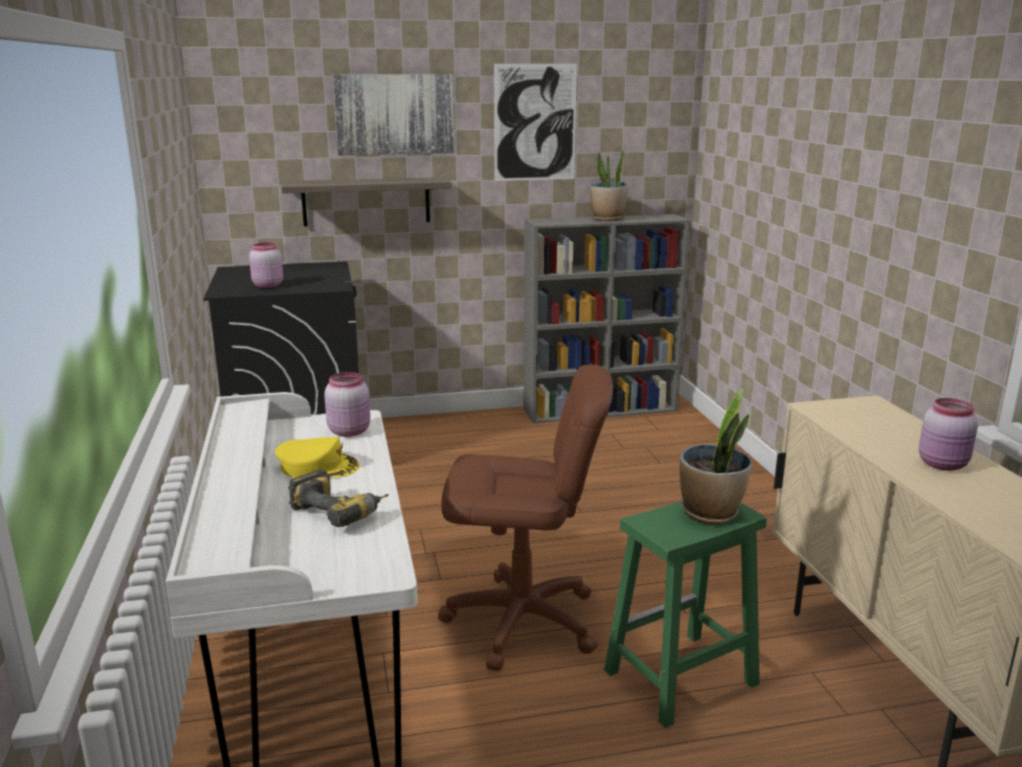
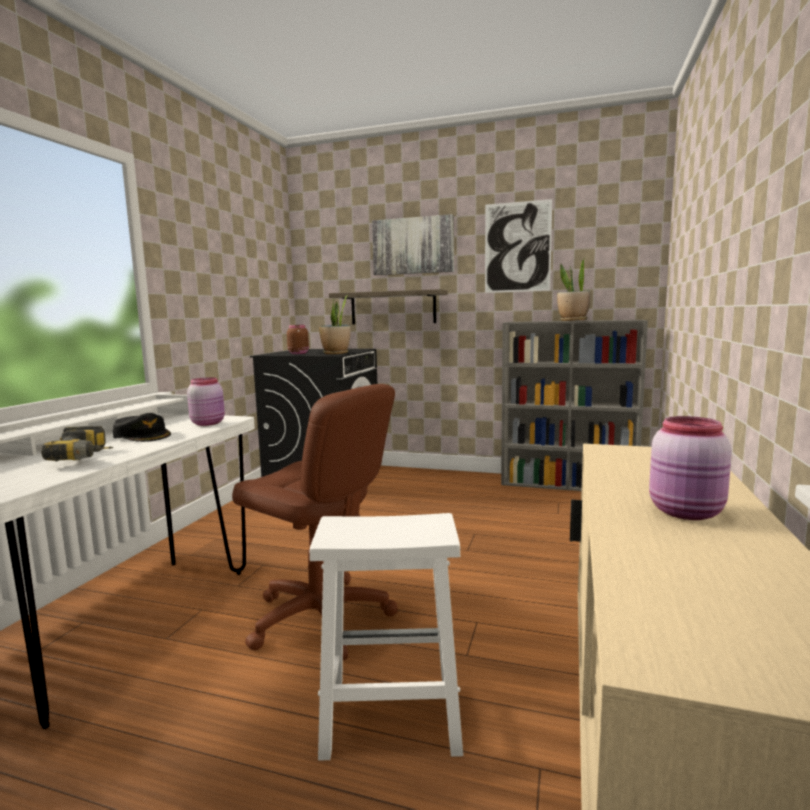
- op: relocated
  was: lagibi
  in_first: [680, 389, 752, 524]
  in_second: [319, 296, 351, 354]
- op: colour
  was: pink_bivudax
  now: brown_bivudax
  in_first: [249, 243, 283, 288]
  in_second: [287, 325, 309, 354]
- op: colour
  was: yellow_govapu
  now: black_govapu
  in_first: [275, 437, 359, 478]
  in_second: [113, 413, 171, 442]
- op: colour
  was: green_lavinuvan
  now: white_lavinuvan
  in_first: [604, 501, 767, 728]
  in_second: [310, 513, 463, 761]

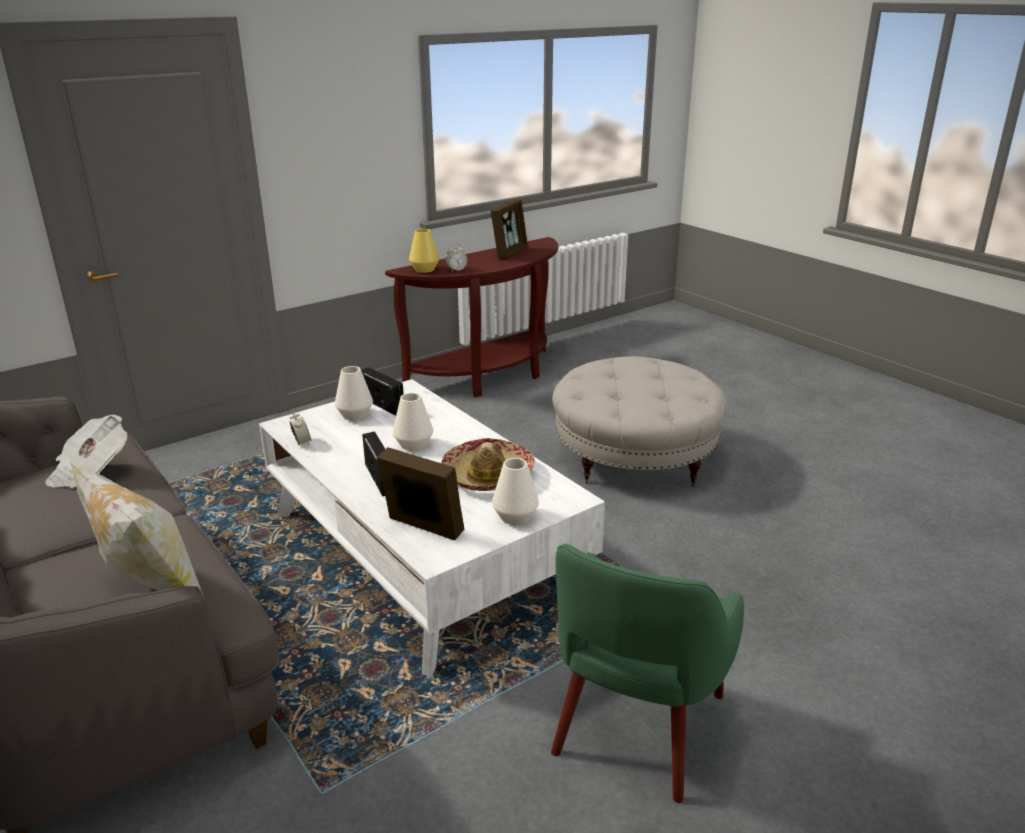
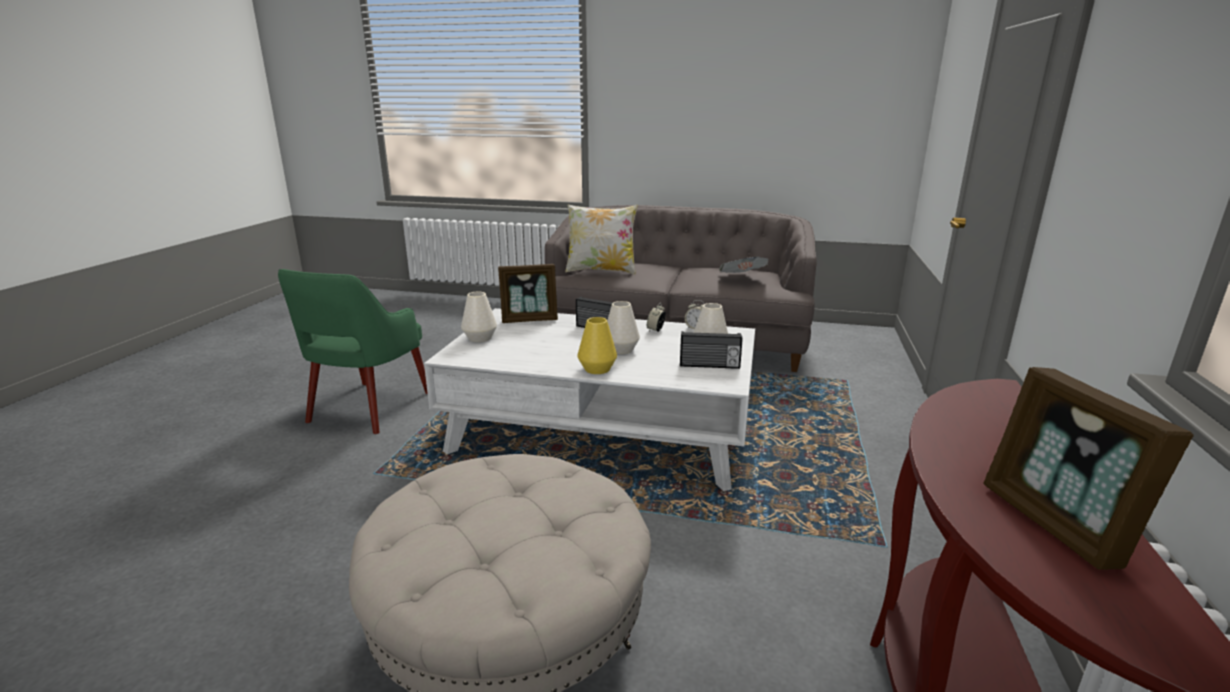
- op: missing
  was: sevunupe
  in_first: [441, 438, 535, 491]
- op: relocated
  was: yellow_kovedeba
  in_first: [409, 229, 439, 273]
  in_second: [577, 317, 617, 374]
- op: relocated
  was: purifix
  in_first: [446, 244, 467, 271]
  in_second: [647, 303, 666, 332]
- op: spun
  was: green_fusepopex
  in_first: [551, 544, 744, 803]
  in_second: [278, 269, 428, 434]
  clockwise: -150

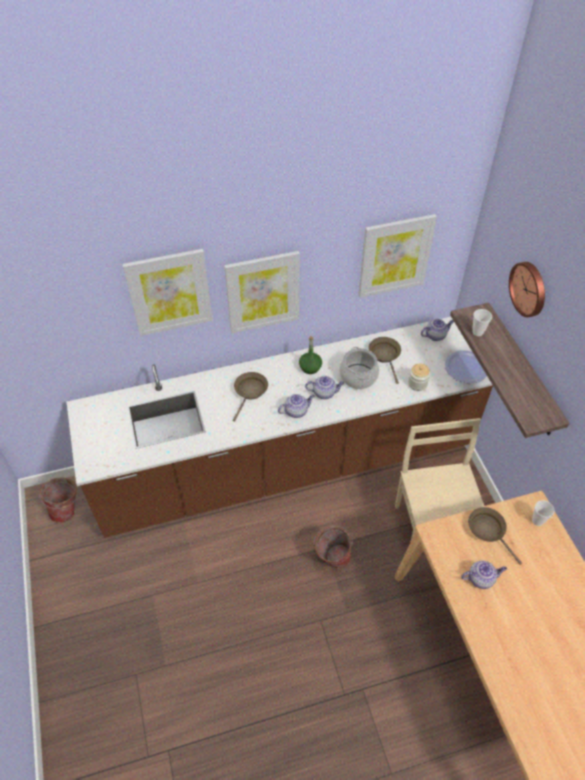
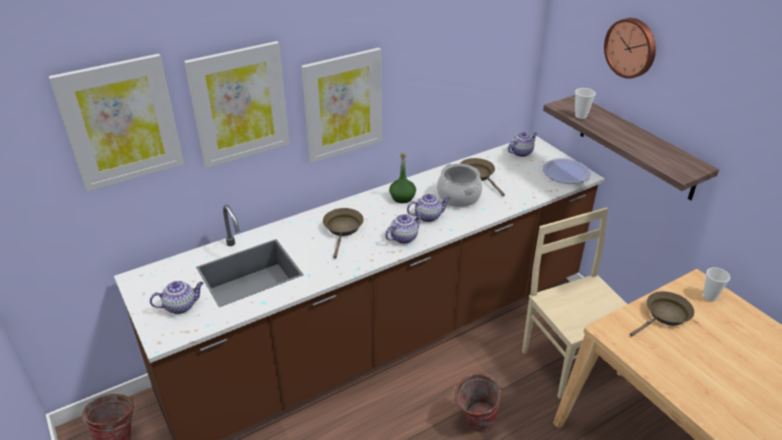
- op: missing
  was: bivudax
  in_first: [408, 364, 430, 391]
- op: relocated
  was: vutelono
  in_first: [359, 214, 437, 298]
  in_second: [49, 54, 184, 191]
- op: relocated
  was: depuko
  in_first: [461, 560, 507, 589]
  in_second: [150, 281, 203, 314]
- op: spun
  was: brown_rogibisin
  in_first: [468, 507, 522, 565]
  in_second: [630, 291, 694, 337]
  clockwise: 105

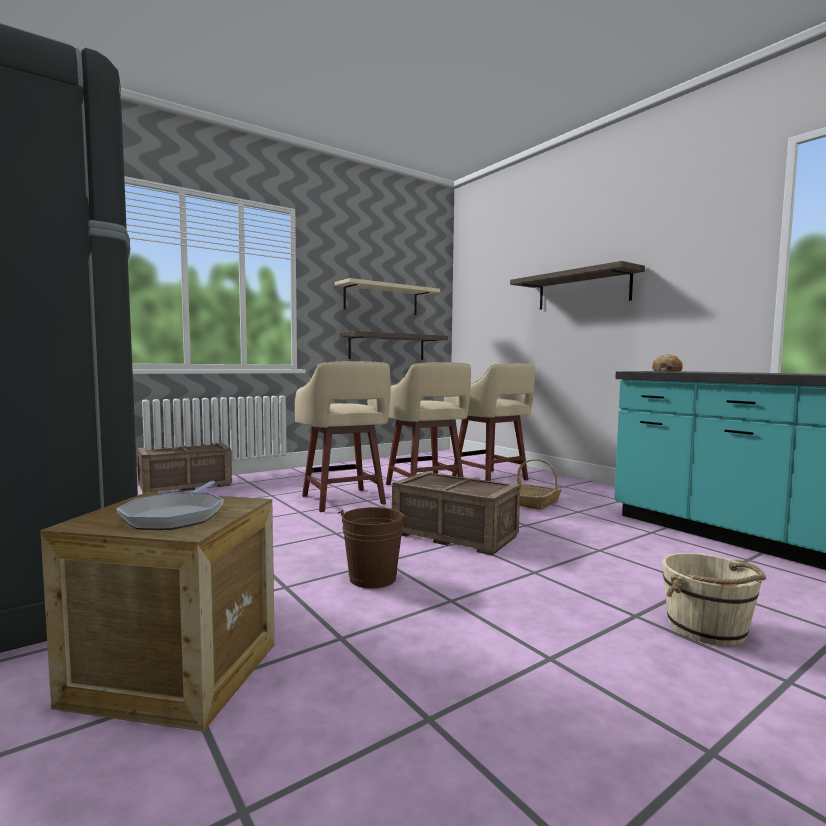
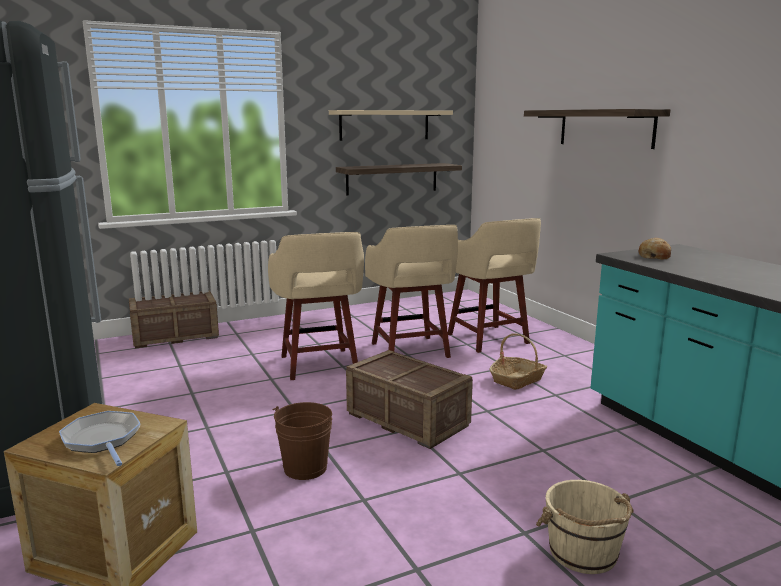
- op: spun
  was: rogibisin
  in_first: [116, 481, 224, 530]
  in_second: [59, 411, 141, 466]
  clockwise: 135

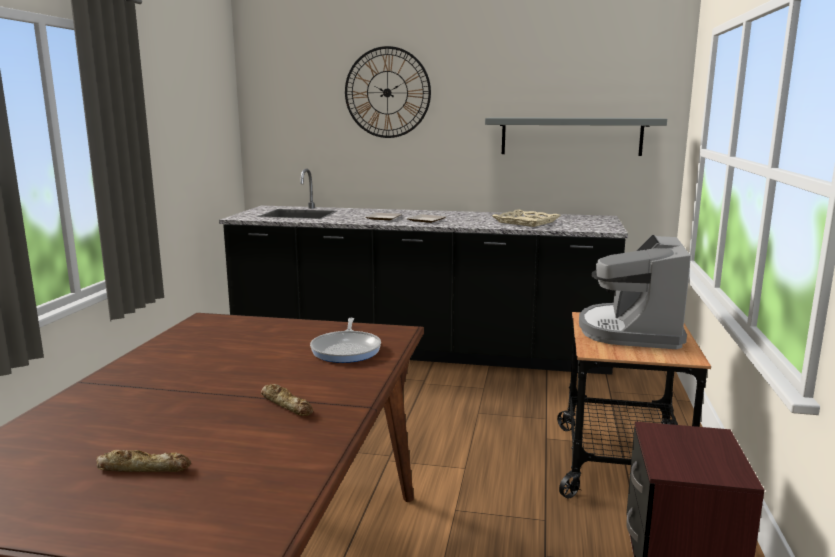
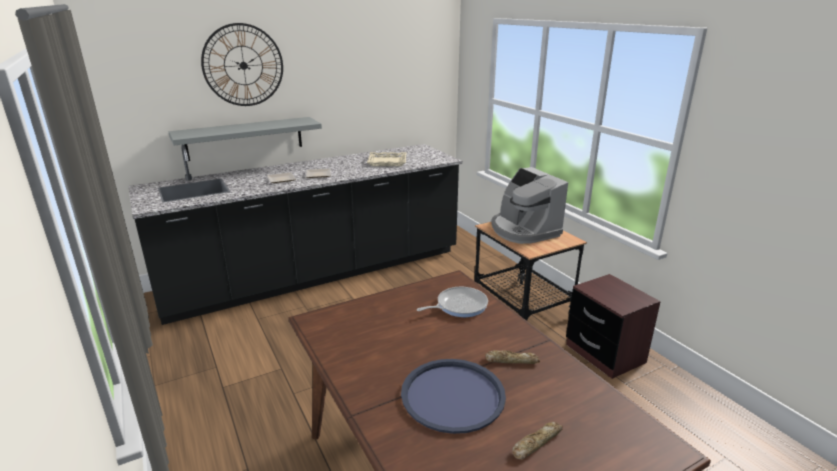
- op: appeared
  now: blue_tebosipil
  in_second: [401, 359, 506, 434]
- op: relocated
  was: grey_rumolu
  in_first: [485, 117, 667, 156]
  in_second: [168, 117, 322, 161]
- op: spun
  was: rogibisin
  in_first: [310, 318, 381, 363]
  in_second: [417, 287, 488, 317]
  clockwise: -75

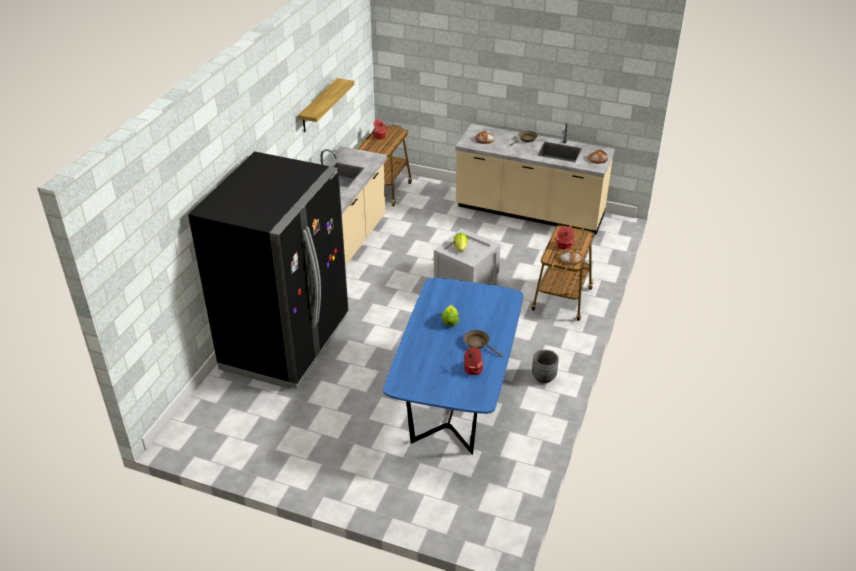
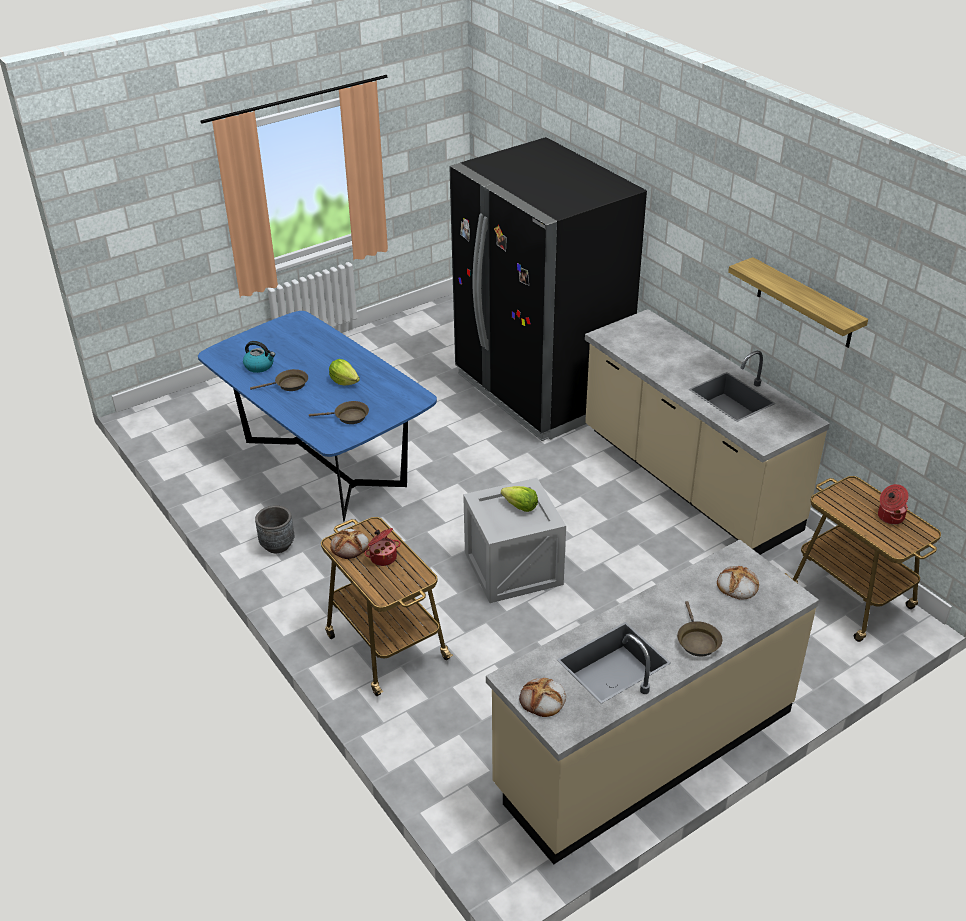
- op: appeared
  now: brown_rogibisin
  in_second: [309, 401, 369, 424]
- op: exchanged
  was: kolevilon
  now: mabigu
  in_first: [464, 347, 484, 375]
  in_second: [243, 341, 275, 373]

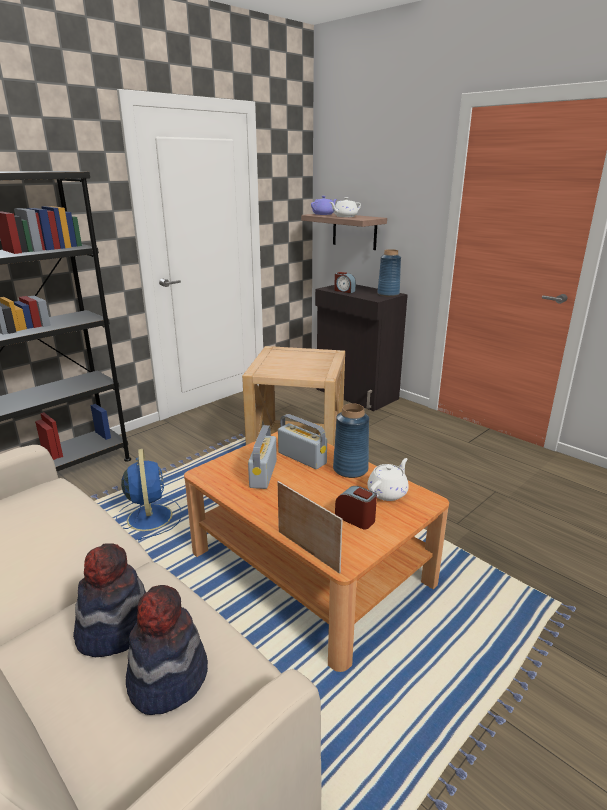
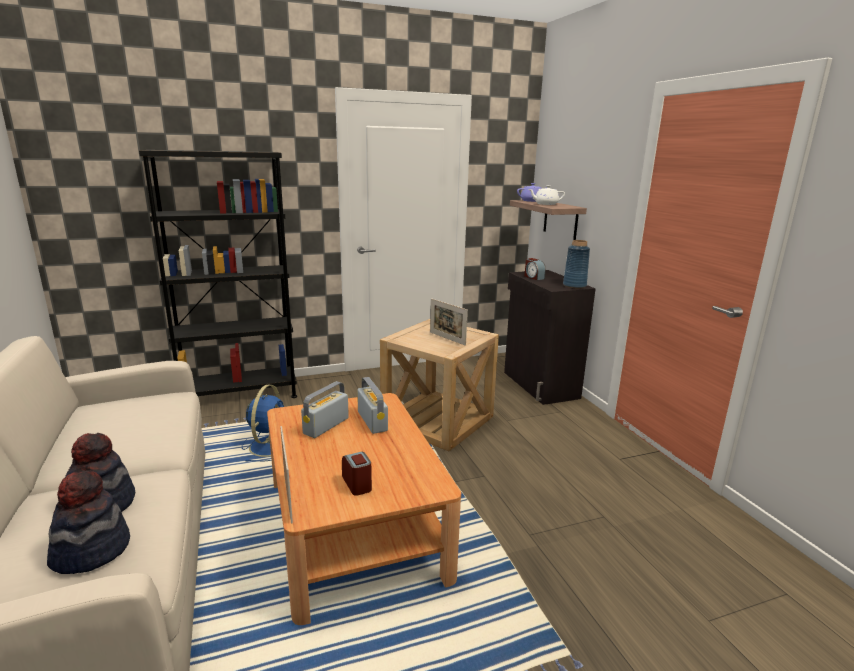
- op: missing
  was: blue_kovedeba
  in_first: [333, 403, 369, 478]
- op: missing
  was: white_depuko
  in_first: [367, 458, 409, 501]
- op: appeared
  now: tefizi
  in_second: [430, 298, 468, 346]

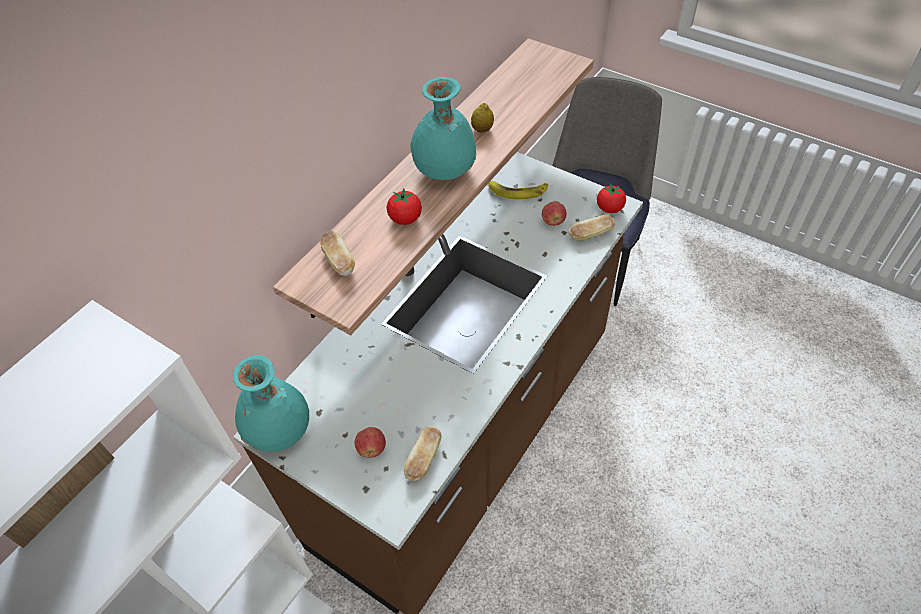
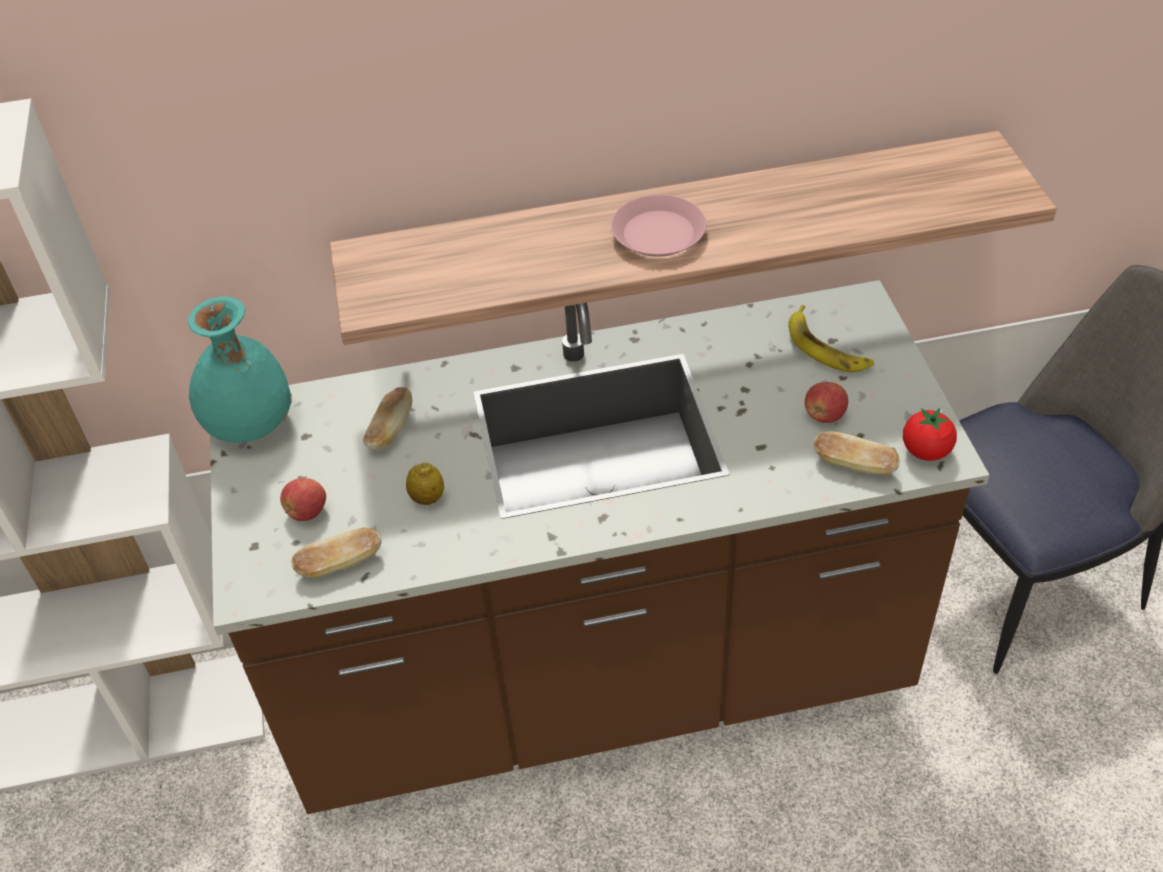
- op: missing
  was: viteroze
  in_first: [387, 189, 422, 225]
- op: relocated
  was: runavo
  in_first: [320, 231, 355, 276]
  in_second: [363, 387, 412, 450]
- op: relocated
  was: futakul
  in_first: [471, 103, 494, 133]
  in_second: [406, 463, 444, 505]
- op: exchanged
  was: turquoise_kovedeba
  now: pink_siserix
  in_first: [411, 77, 476, 180]
  in_second: [611, 195, 706, 257]

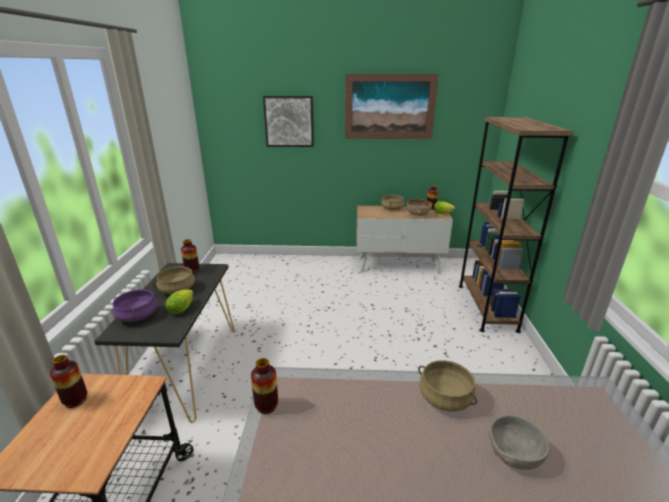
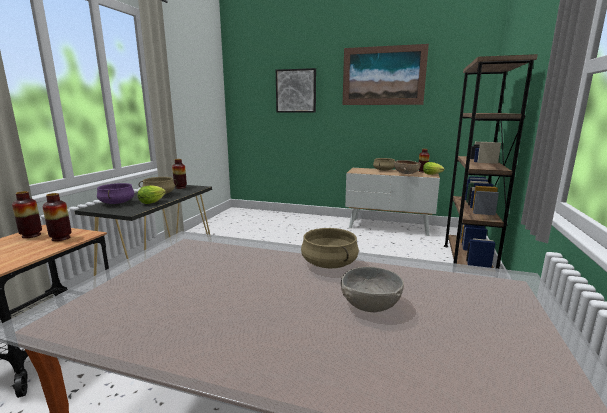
- op: relocated
  was: kovedeba
  in_first: [251, 358, 278, 414]
  in_second: [43, 193, 72, 241]

